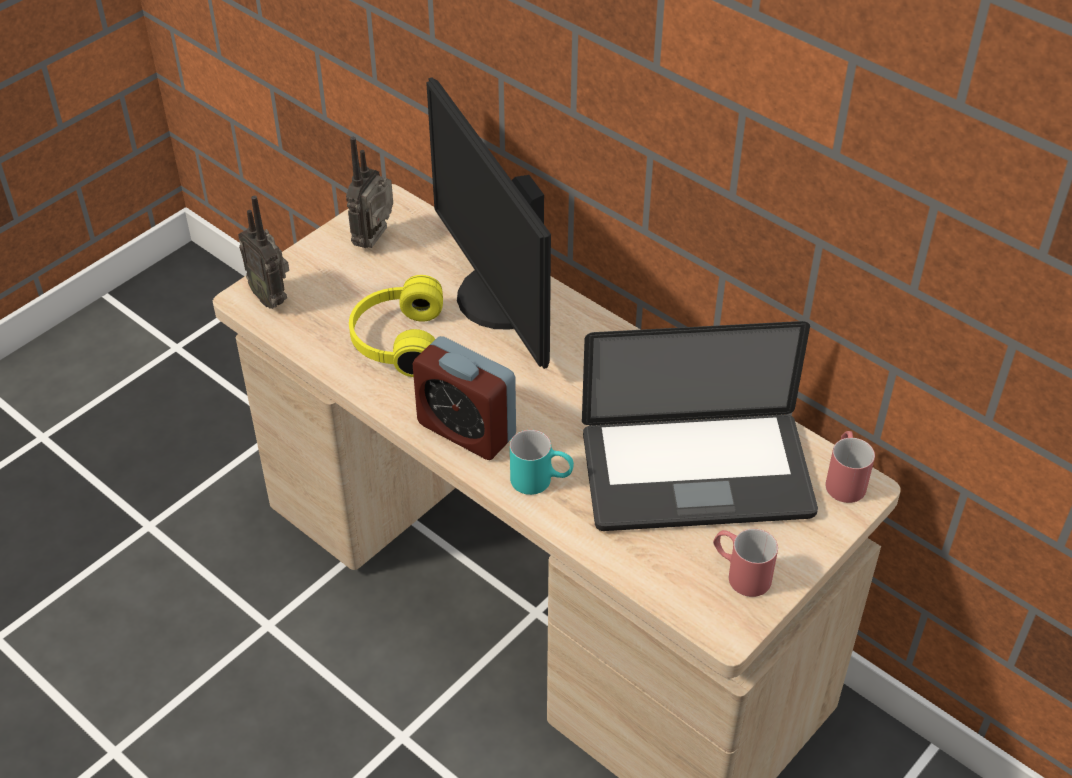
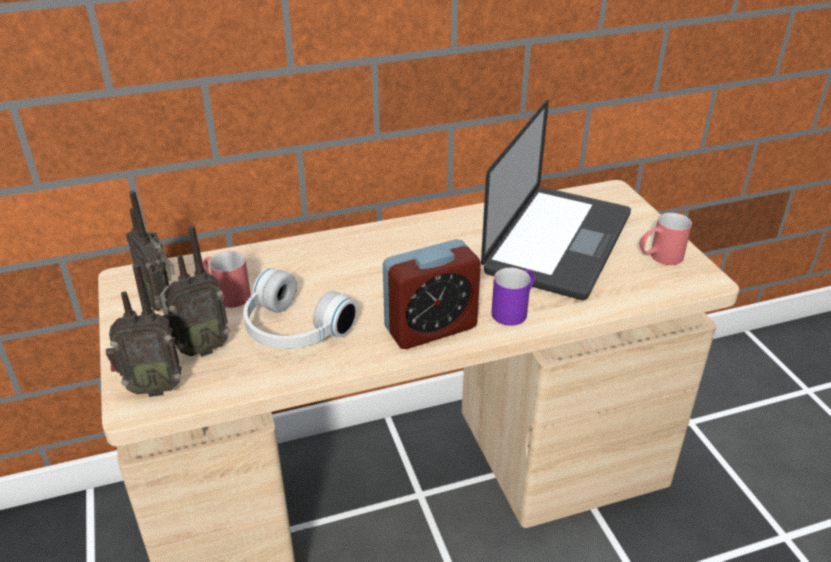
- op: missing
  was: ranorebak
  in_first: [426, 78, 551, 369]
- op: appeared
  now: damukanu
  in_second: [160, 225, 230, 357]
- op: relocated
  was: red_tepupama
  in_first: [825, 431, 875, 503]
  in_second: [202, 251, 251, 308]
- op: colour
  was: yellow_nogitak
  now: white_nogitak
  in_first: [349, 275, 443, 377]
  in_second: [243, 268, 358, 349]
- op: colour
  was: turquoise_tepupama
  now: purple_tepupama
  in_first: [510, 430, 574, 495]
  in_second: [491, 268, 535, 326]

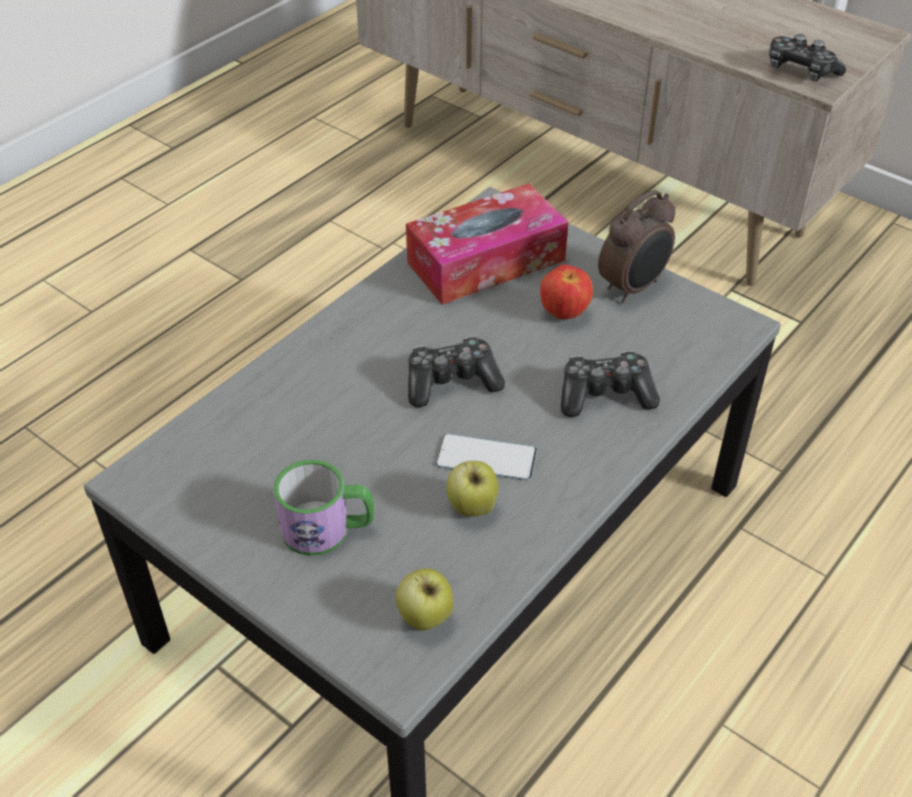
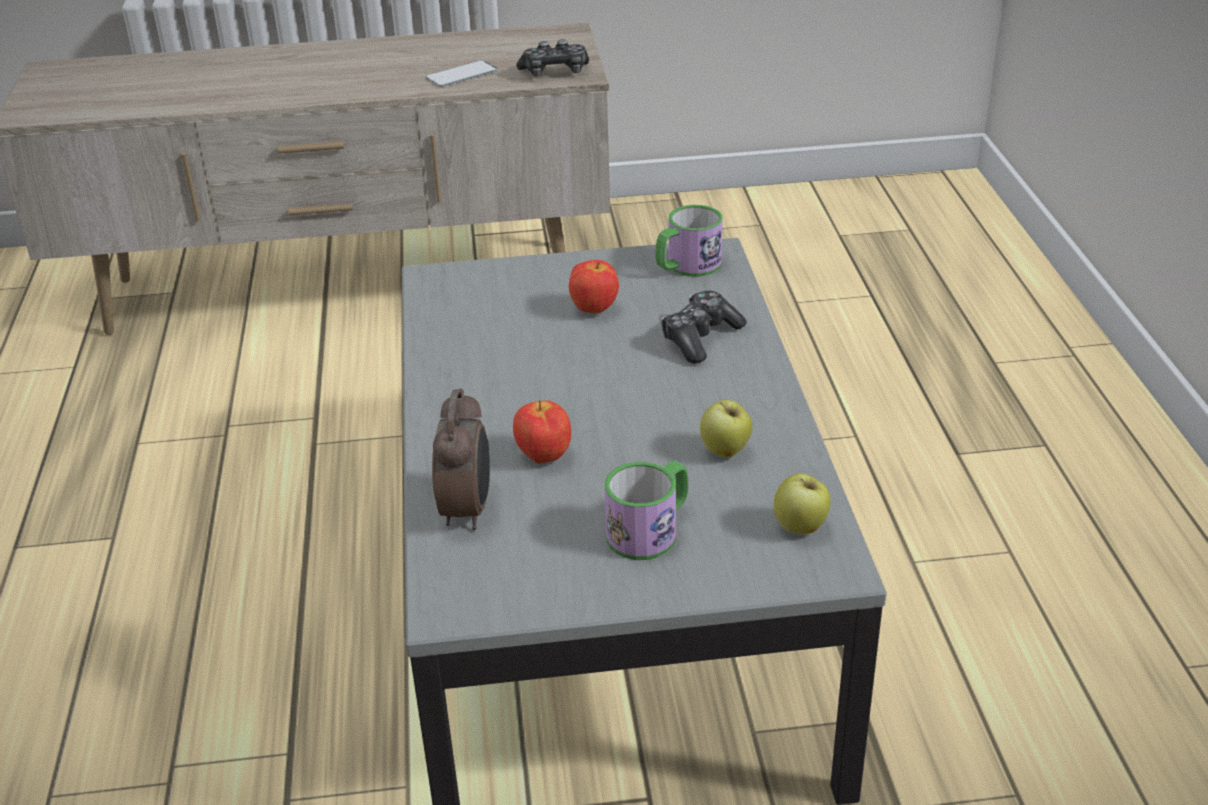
- op: missing
  was: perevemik
  in_first: [406, 183, 568, 305]
- op: missing
  was: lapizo
  in_first: [408, 337, 505, 407]
- op: appeared
  now: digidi
  in_second: [513, 400, 571, 464]
- op: appeared
  now: tepupama
  in_second: [655, 205, 723, 277]
- op: relocated
  was: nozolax
  in_first: [436, 434, 537, 480]
  in_second: [426, 60, 498, 87]
- op: relocated
  was: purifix
  in_first: [598, 190, 675, 303]
  in_second: [432, 388, 490, 530]

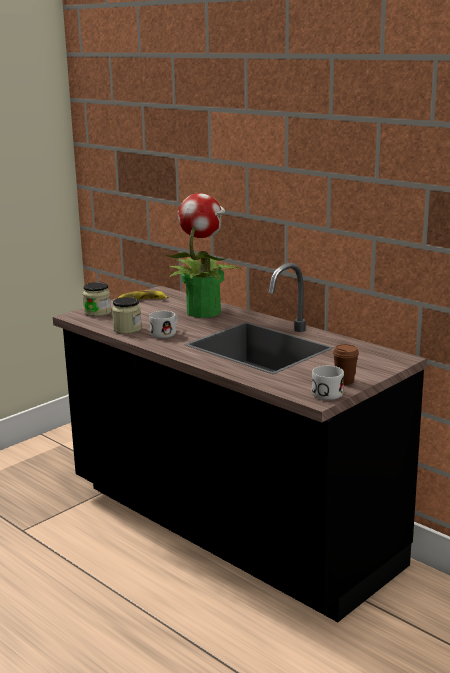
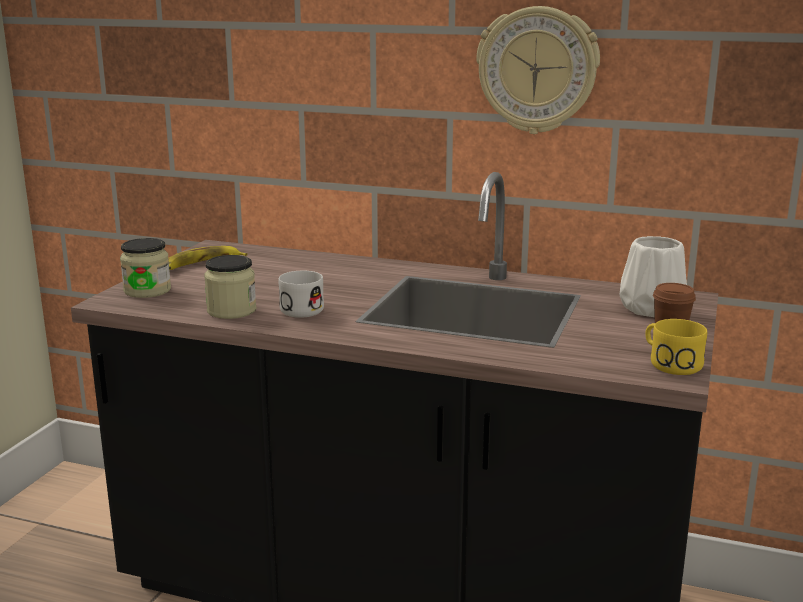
- op: missing
  was: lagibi
  in_first: [166, 193, 242, 318]
- op: appeared
  now: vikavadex
  in_second: [476, 6, 600, 134]
- op: appeared
  now: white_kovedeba
  in_second: [619, 236, 687, 317]
- op: colour
  was: white_tepupama
  now: yellow_tepupama
  in_first: [312, 366, 344, 400]
  in_second: [645, 319, 707, 375]

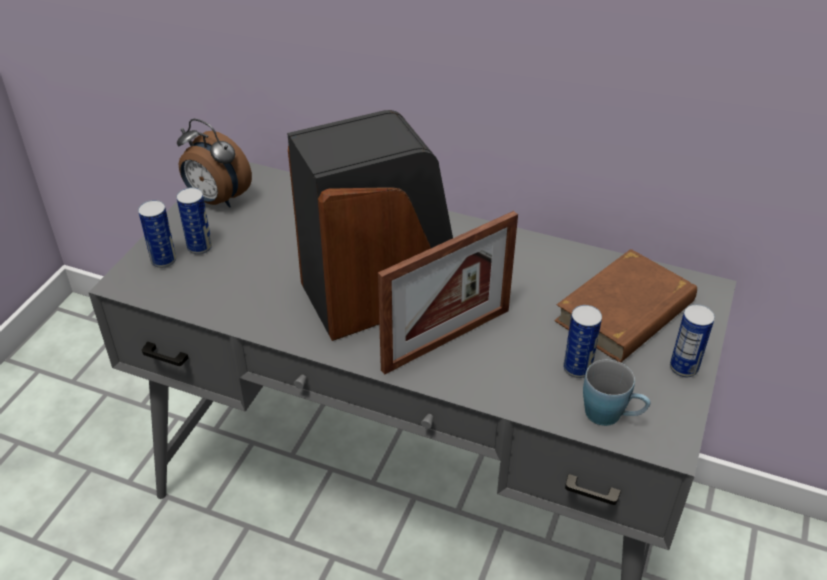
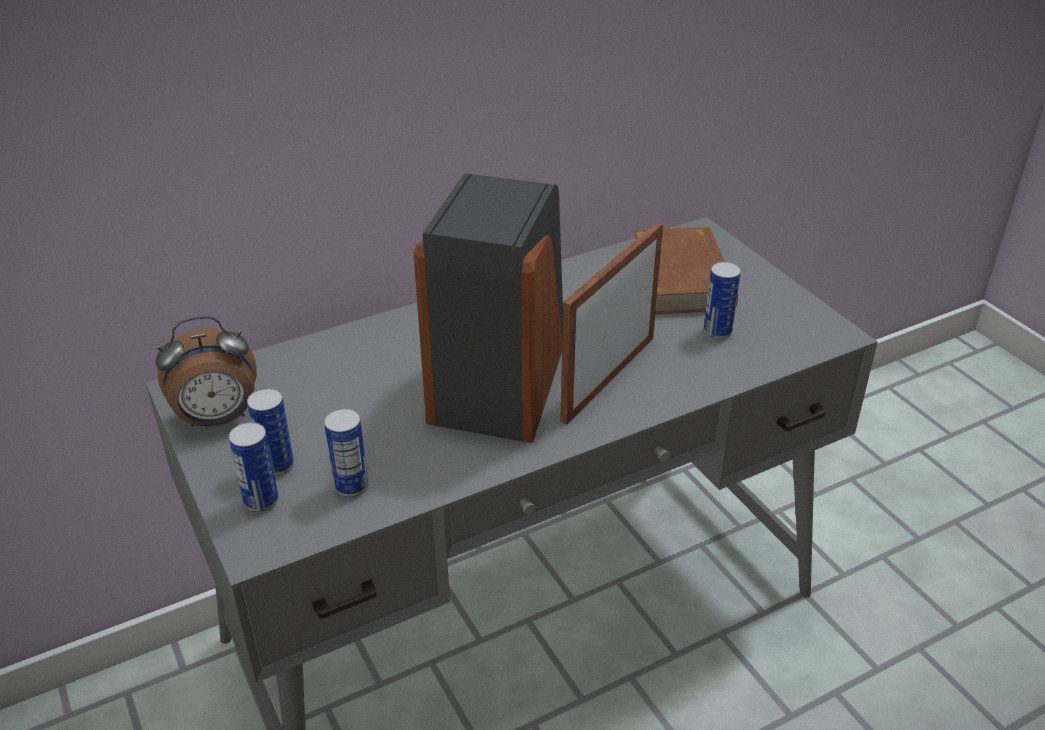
- op: missing
  was: blue_tepupama
  in_first: [583, 360, 651, 426]
- op: relocated
  was: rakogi
  in_first: [670, 304, 715, 377]
  in_second: [324, 408, 368, 498]
- op: spun
  was: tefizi
  in_first: [378, 211, 518, 374]
  in_second: [560, 222, 663, 425]
  clockwise: -150

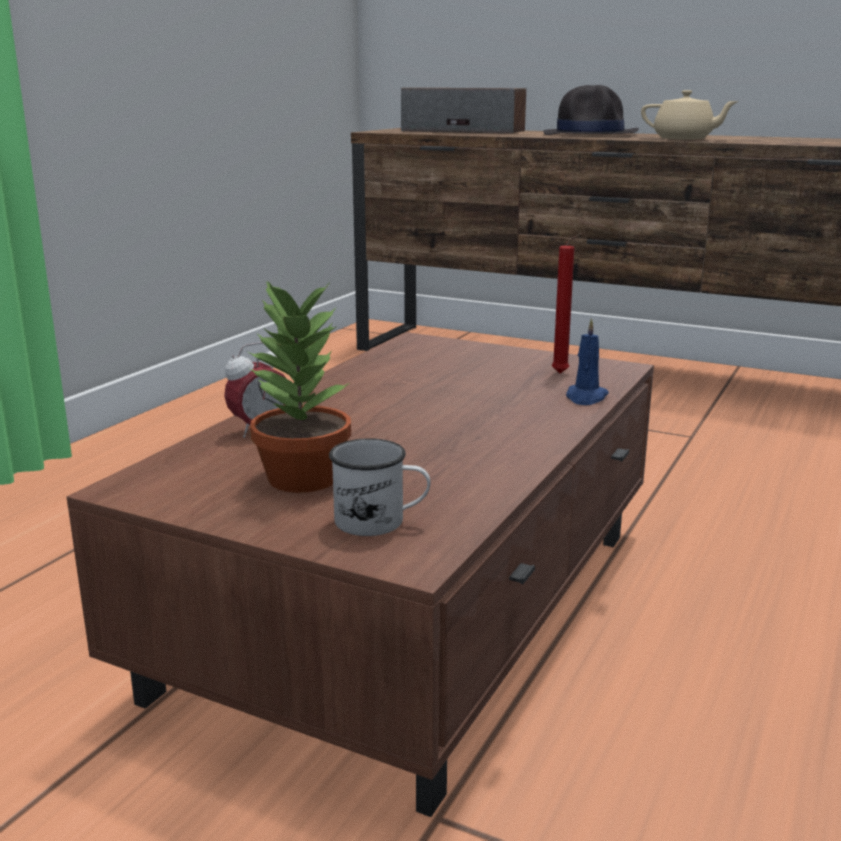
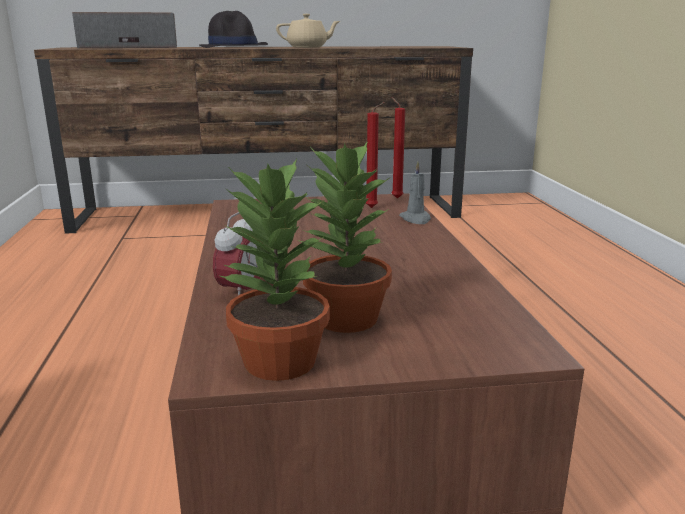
- op: missing
  was: white_tepupama
  in_first: [329, 438, 431, 536]
- op: appeared
  now: lagibi
  in_second: [221, 159, 330, 381]
- op: appeared
  now: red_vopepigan
  in_second: [392, 97, 405, 199]
- op: colour
  was: blue_vopepigan
  now: grey_vopepigan
  in_first: [566, 318, 609, 405]
  in_second: [399, 162, 431, 224]

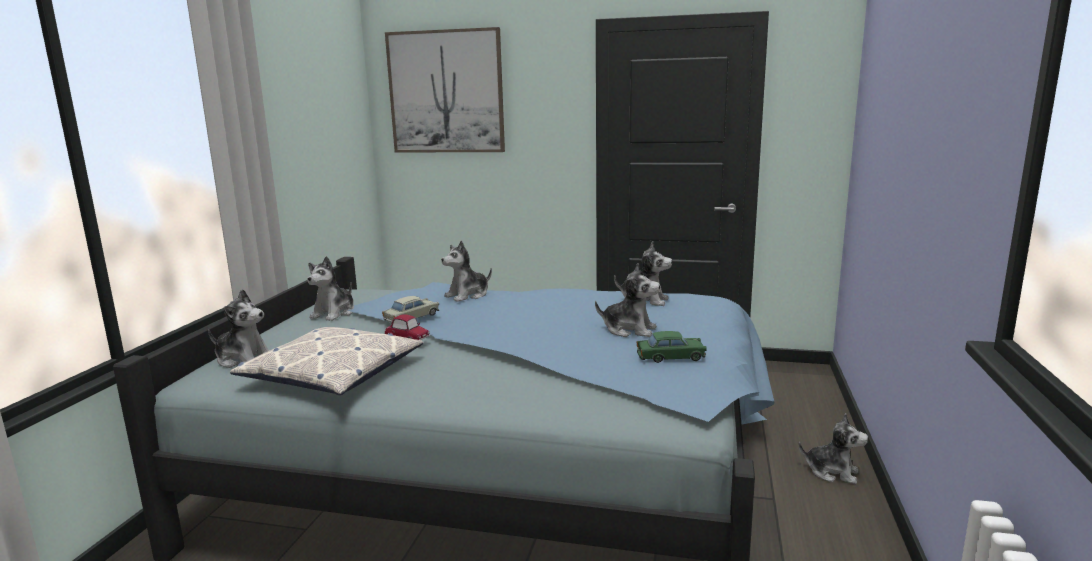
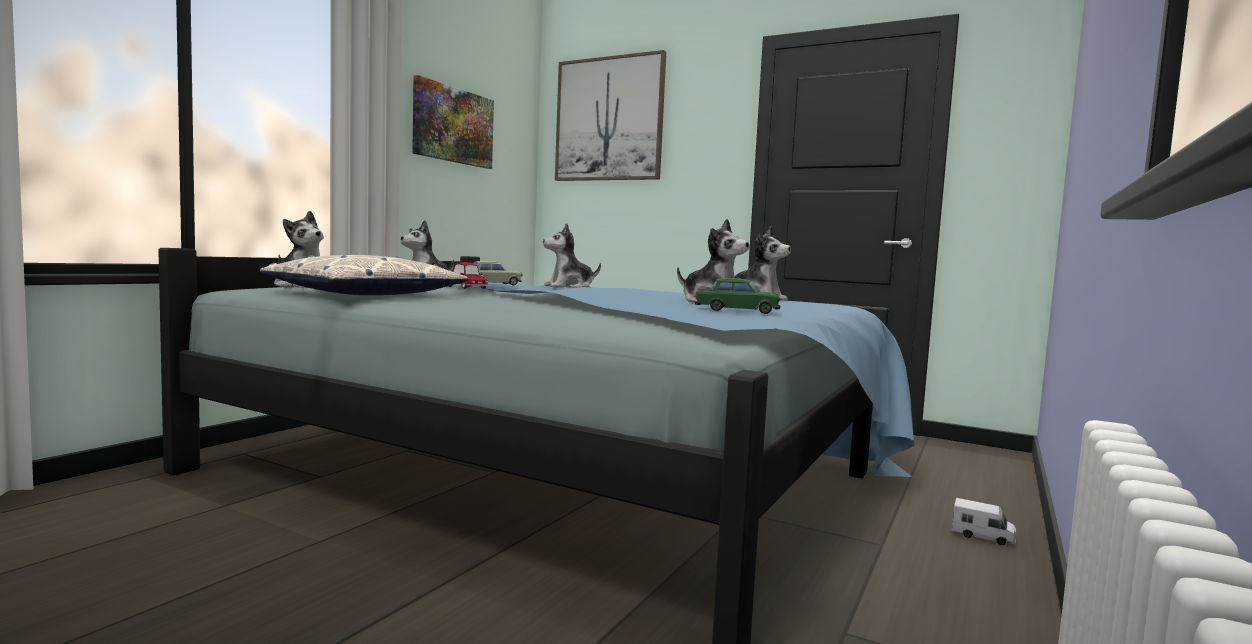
- op: appeared
  now: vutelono
  in_second: [412, 75, 494, 169]
- op: exchanged
  was: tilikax
  now: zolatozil
  in_first: [799, 413, 868, 484]
  in_second: [951, 498, 1016, 545]

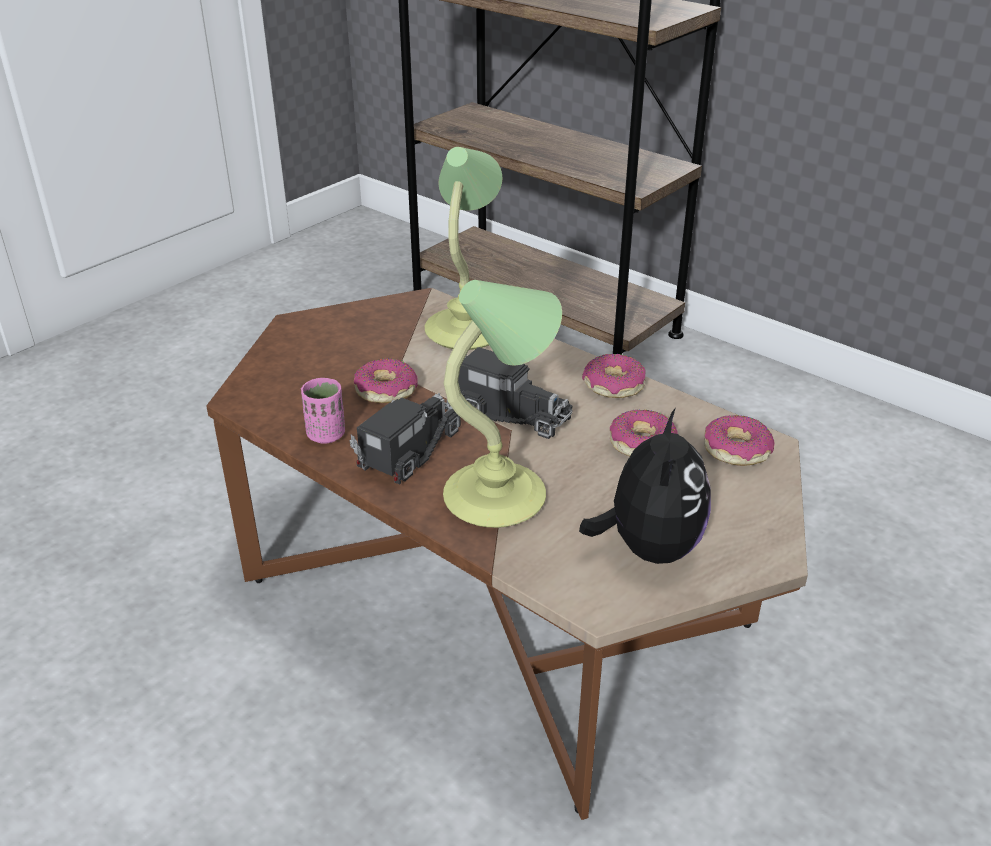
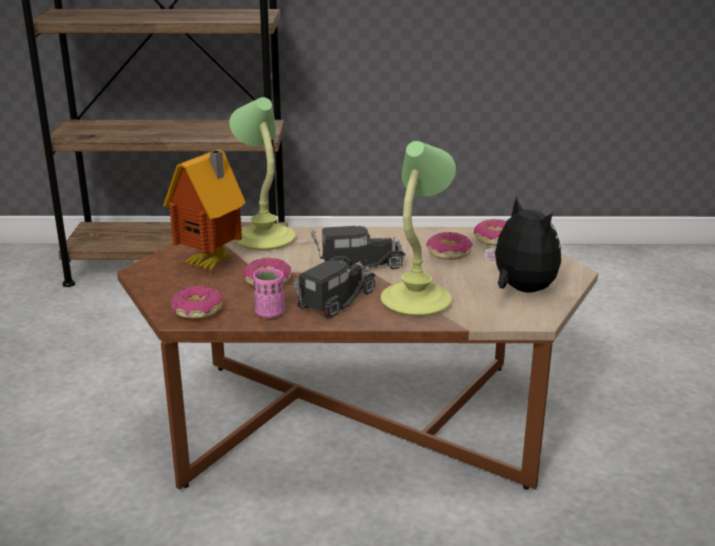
- op: appeared
  now: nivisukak
  in_second: [163, 150, 246, 270]
- op: relocated
  was: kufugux
  in_first: [582, 354, 646, 398]
  in_second: [171, 285, 222, 319]
- op: spun
  was: zolatozil
  in_first: [350, 393, 461, 485]
  in_second: [293, 260, 376, 318]
  clockwise: 45

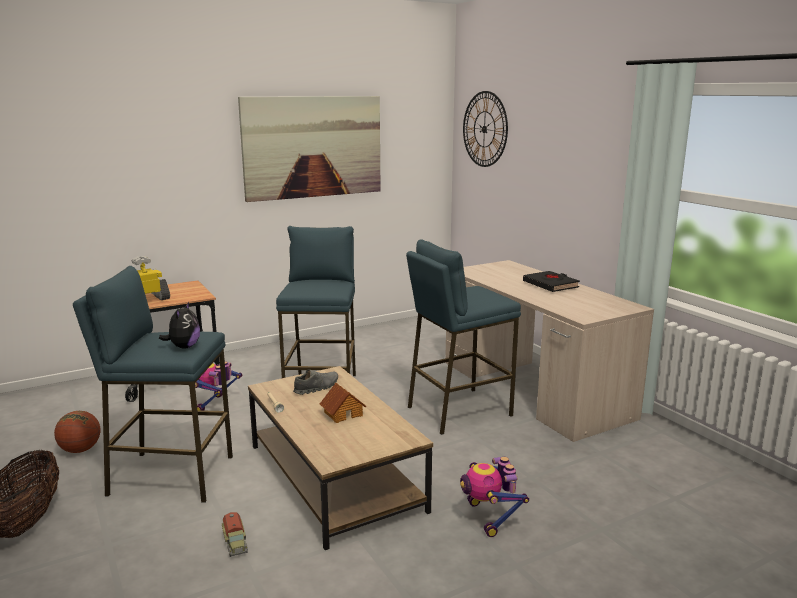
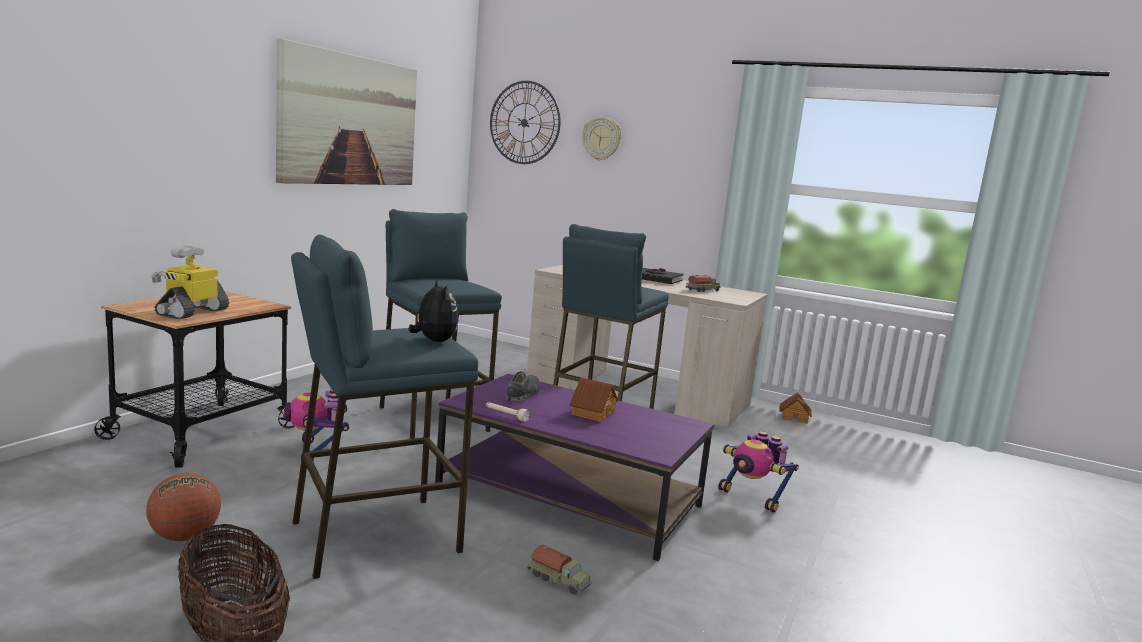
- op: appeared
  now: vikavadex
  in_second: [582, 117, 621, 161]
- op: appeared
  now: zolatozil
  in_second: [686, 275, 721, 292]
- op: appeared
  now: nivisukak
  in_second: [780, 392, 812, 424]
- op: colour
  was: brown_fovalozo
  now: purple_fovalozo
  in_first: [248, 366, 433, 550]
  in_second: [435, 374, 714, 561]

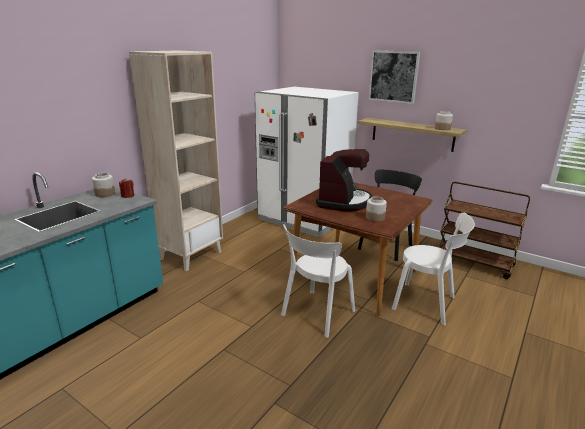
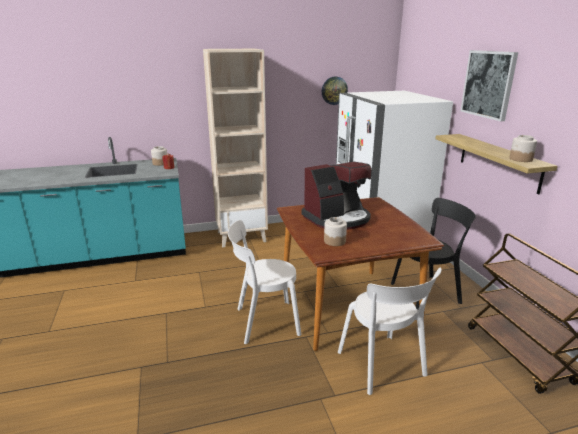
- op: appeared
  now: vikavadex
  in_second: [322, 76, 348, 105]

